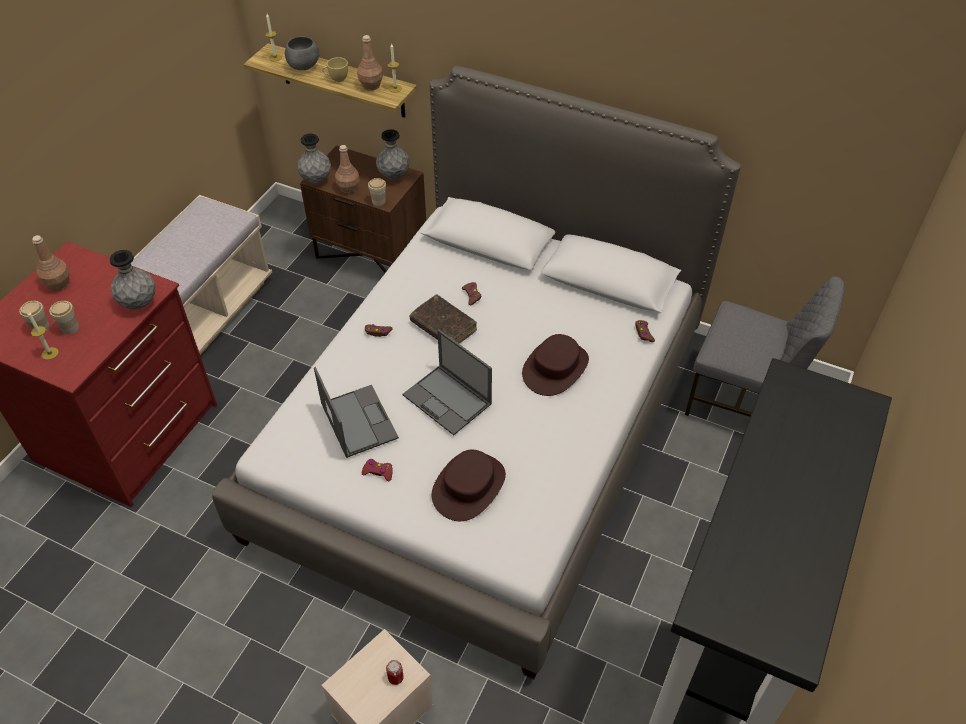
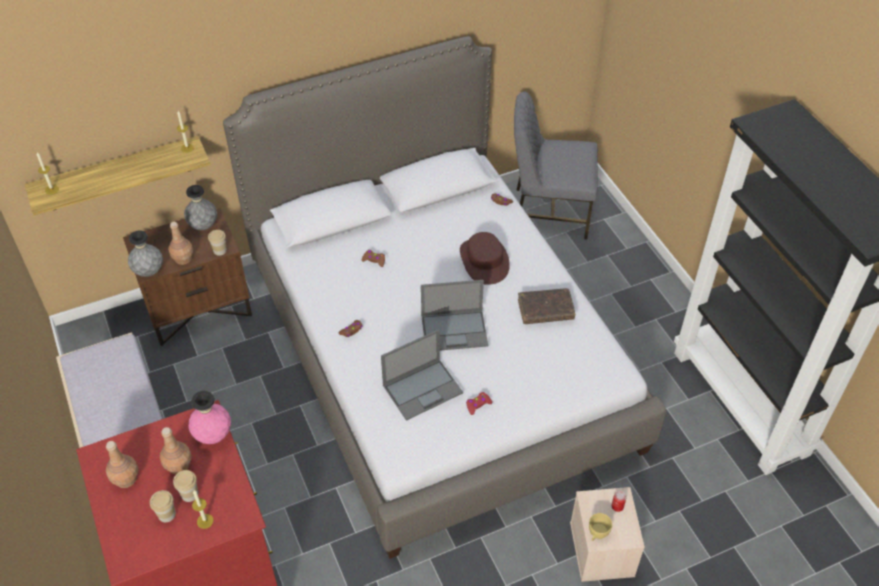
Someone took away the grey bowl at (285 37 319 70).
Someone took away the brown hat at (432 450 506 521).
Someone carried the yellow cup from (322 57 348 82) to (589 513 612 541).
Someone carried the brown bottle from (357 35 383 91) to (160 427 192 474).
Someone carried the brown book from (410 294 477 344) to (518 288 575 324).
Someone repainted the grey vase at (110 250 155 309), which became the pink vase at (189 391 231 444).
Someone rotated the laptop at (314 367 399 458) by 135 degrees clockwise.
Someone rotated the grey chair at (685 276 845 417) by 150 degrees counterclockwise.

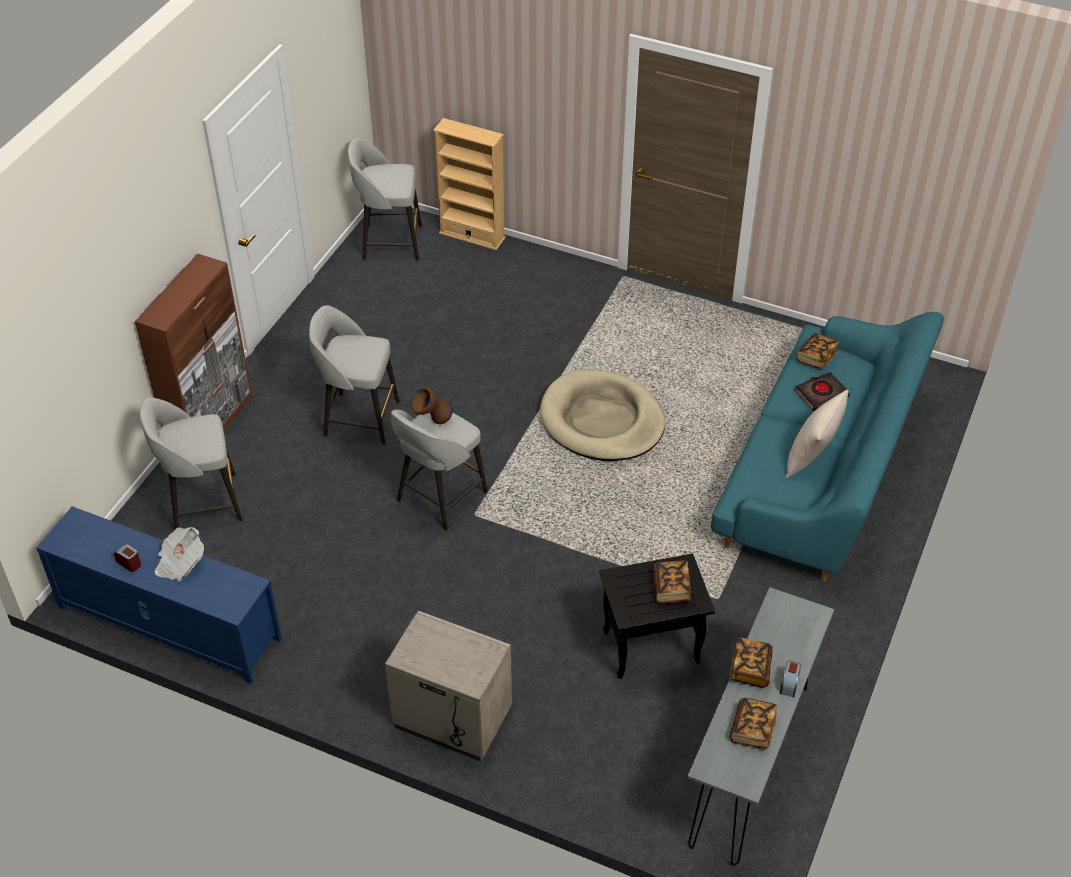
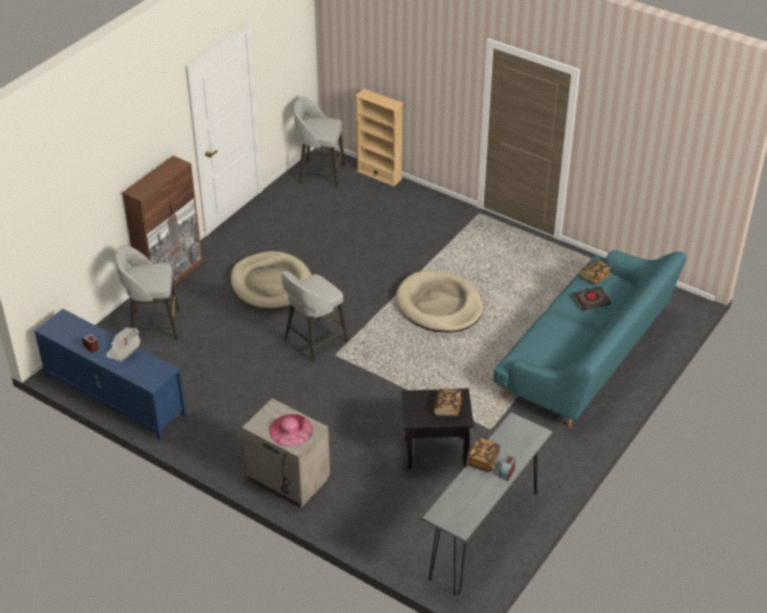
Someone took away the brown vase at (412 388 453 424).
Someone took away the book at (730 698 777 749).
Someone took away the beige pillow at (786 390 849 478).
Someone put down the pink hat at (269 414 313 447).
Someone swapped the grey stool at (309 305 400 445) for the beige dog bed at (231 251 312 310).

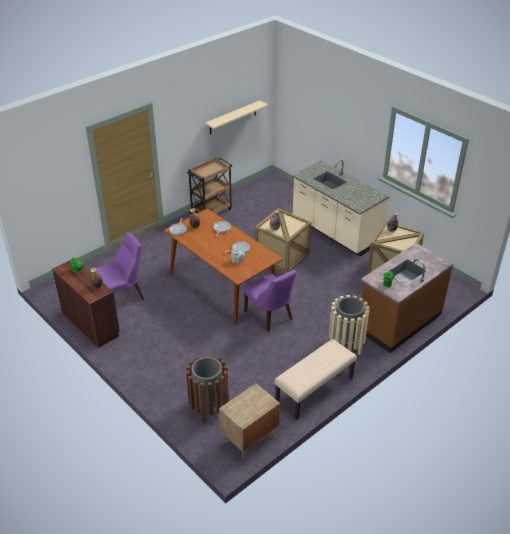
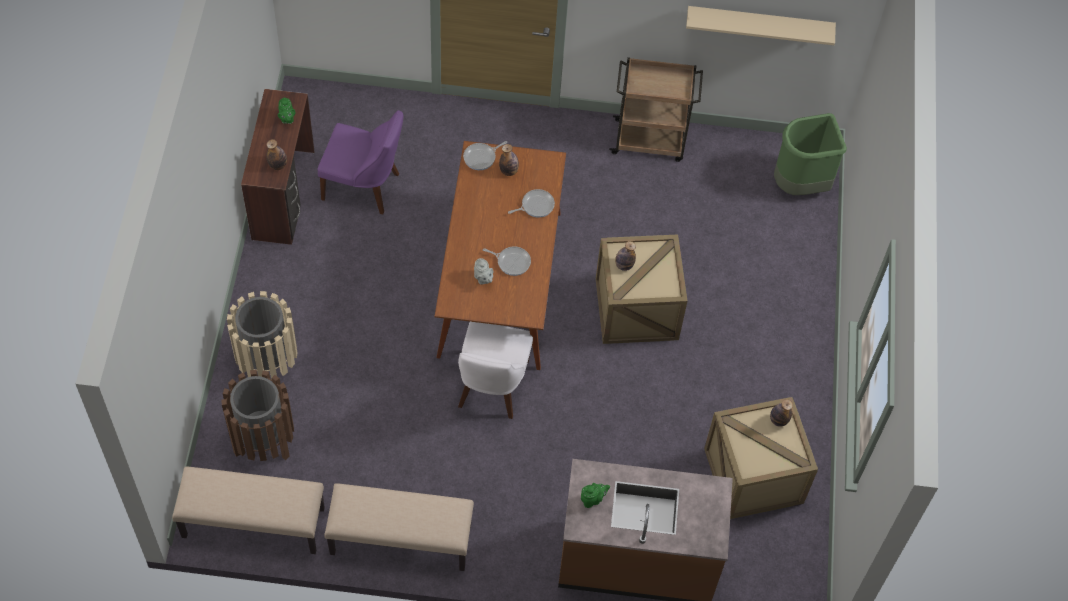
Someone took away the beige counter at (292 160 389 256).
Someone put down the green trash can at (774 113 847 195).
Someone carried the beige trash can from (329 295 370 355) to (227 291 297 379).
Someone swapped the brown nightstand at (219 383 280 461) for the beige bench at (172 466 325 554).
Someone repainted the purple chair at (243 270 296 332), which became the white chair at (458 322 533 419).

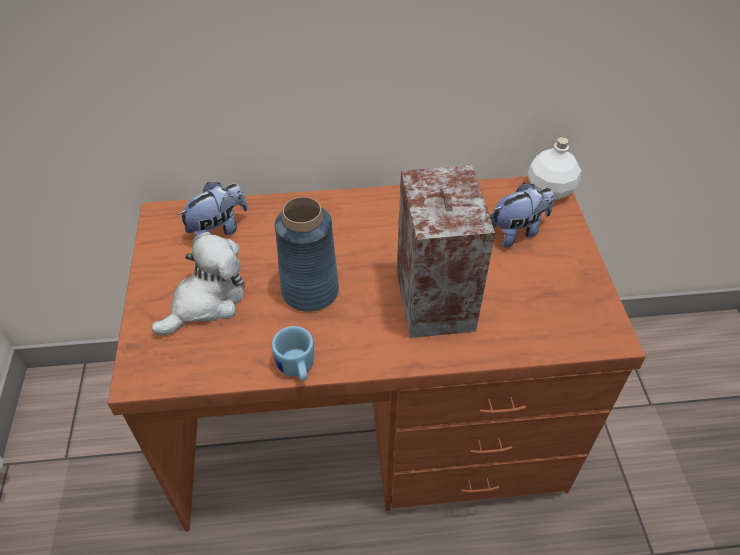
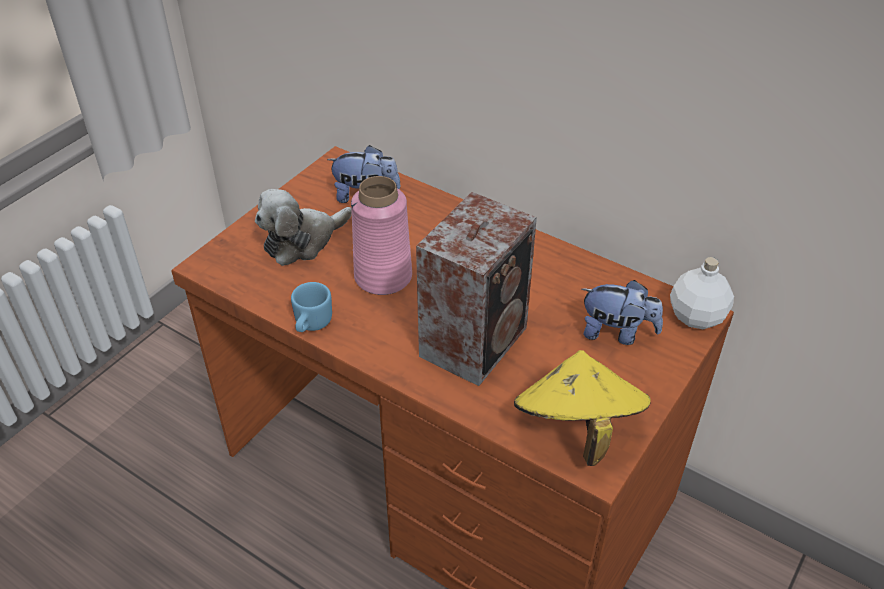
Someone put down the yellow hat at (514 350 651 466).
Someone repainted the blue vase at (275 197 339 312), which became the pink vase at (351 176 412 295).
Someone rotated the plush toy at (152 232 245 335) by 150 degrees clockwise.

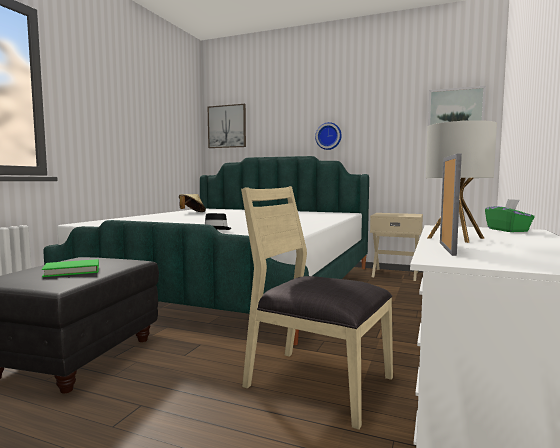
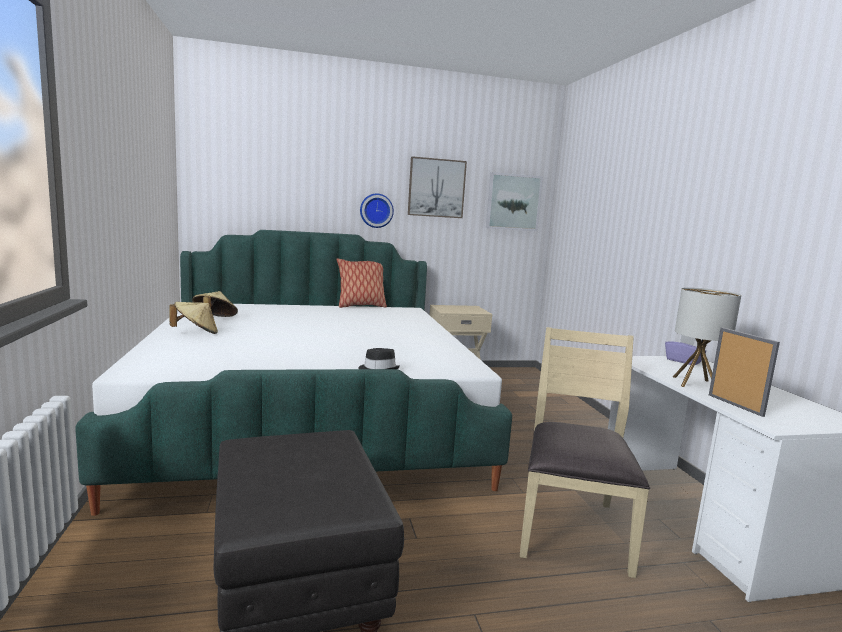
Someone took away the green book at (42 259 99 277).
Someone put down the beige hat at (169 302 218 334).
Someone put down the pillow at (337 258 387 308).
Someone carried the picture from (208 104 246 148) to (408 156 467 218).
Someone repainted the green tissue box at (485 199 534 232), which became the purple tissue box at (665 335 706 365).
Someone rotated the beige chair at (241 186 393 430) by 105 degrees clockwise.

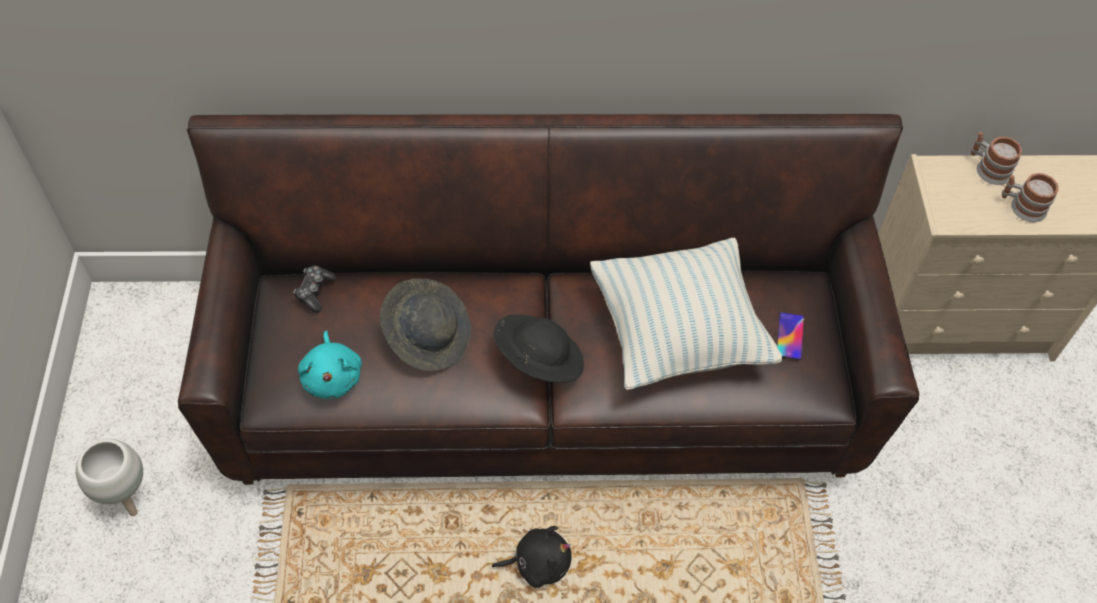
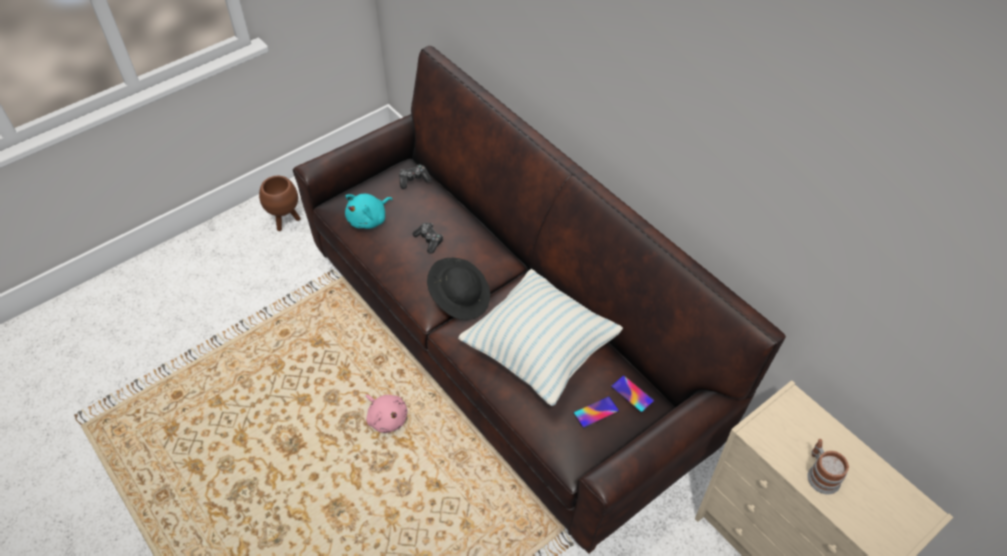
Someone took away the mug at (971 132 1022 185).
Someone put down the phone at (611 375 654 412).
Someone swapped the grey hat at (380 278 471 371) for the game controller at (413 223 443 254).
Someone repainted the white planter at (76 439 143 516), which became the brown planter at (259 176 300 231).
Someone repainted the black plush toy at (492 526 571 588), which became the pink plush toy at (366 394 408 433).

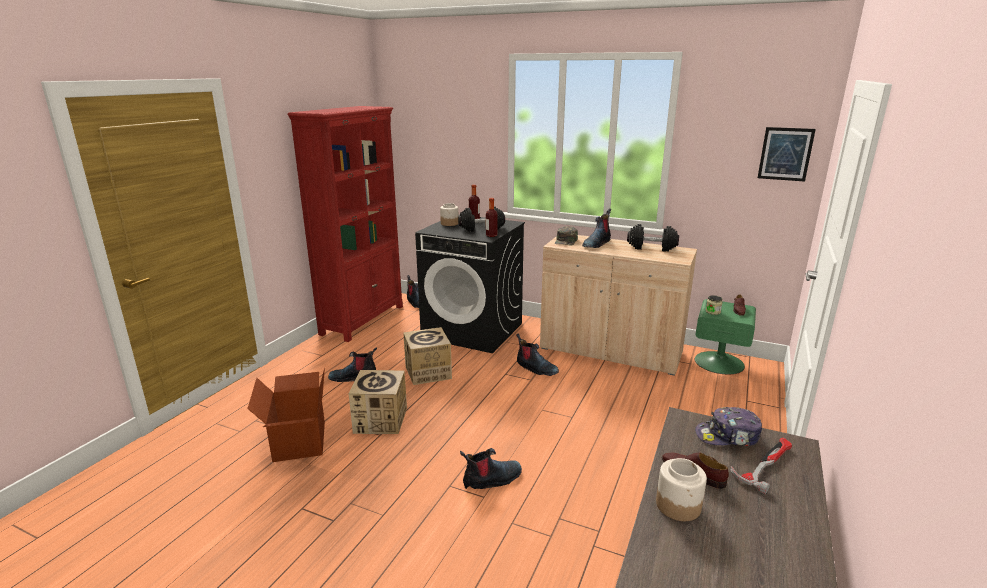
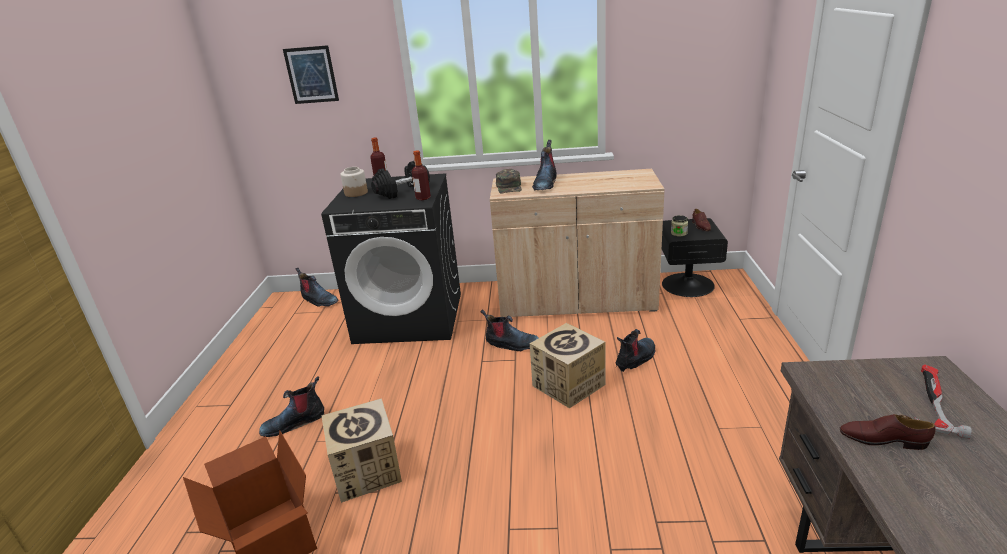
Someone took away the red bookcase at (288 106 403 342).
Someone took away the black dumbbell at (627 224 679 252).
Someone took away the jar at (656 458 707 521).
Someone took away the cap at (695 407 762 446).
Someone carried the cardboard box from (403 327 452 385) to (530 323 605 408).
Someone carried the boot from (460 448 522 489) to (616 329 656 372).
Someone carried the picture from (758 127 816 182) to (283 45 339 104).
Someone repainted the green nightstand at (695 299 756 374), which became the black nightstand at (662 218 728 297).

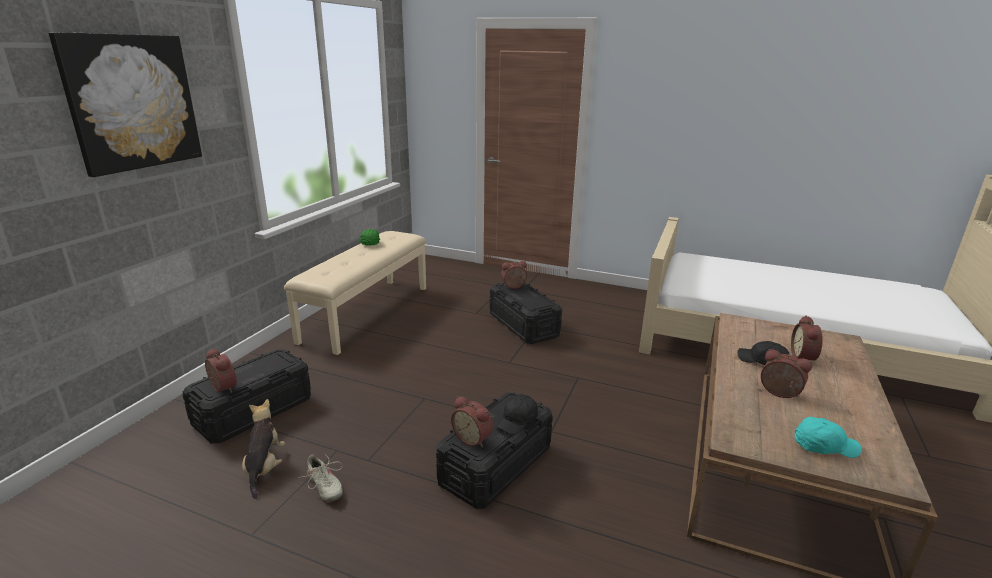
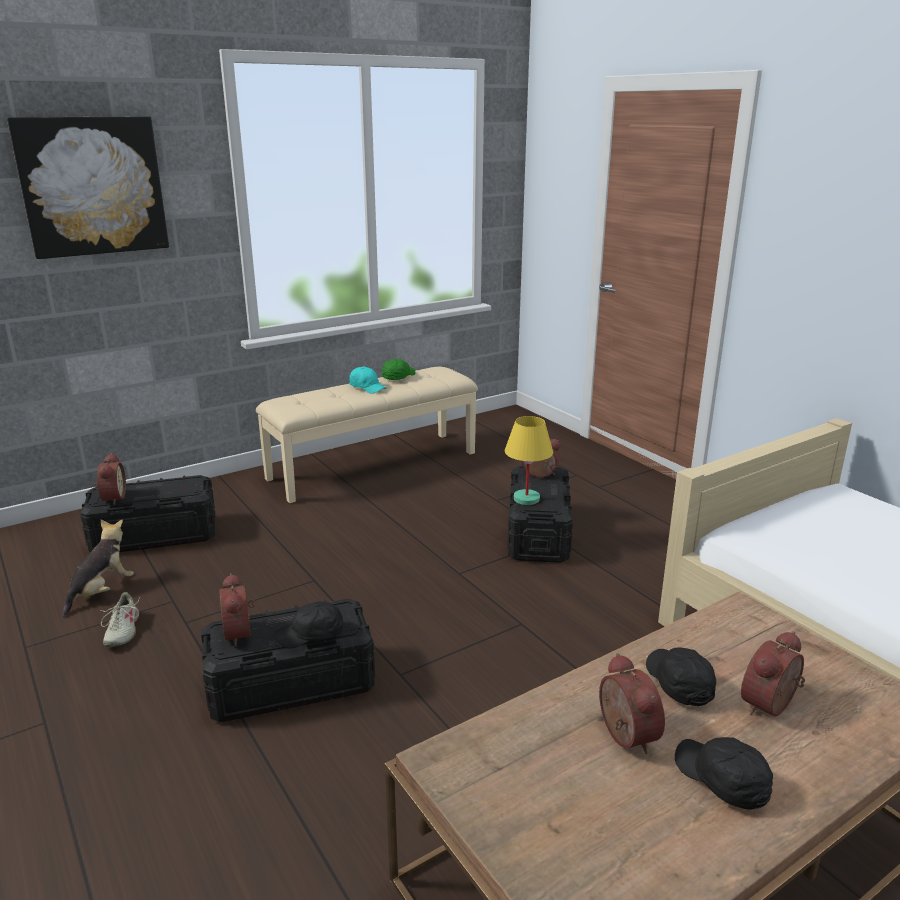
Someone put down the yellow table lamp at (505 416 553 505).
Someone put down the black cap at (675 737 773 810).
Someone carried the turquoise cap from (795 417 862 458) to (350 367 387 394).

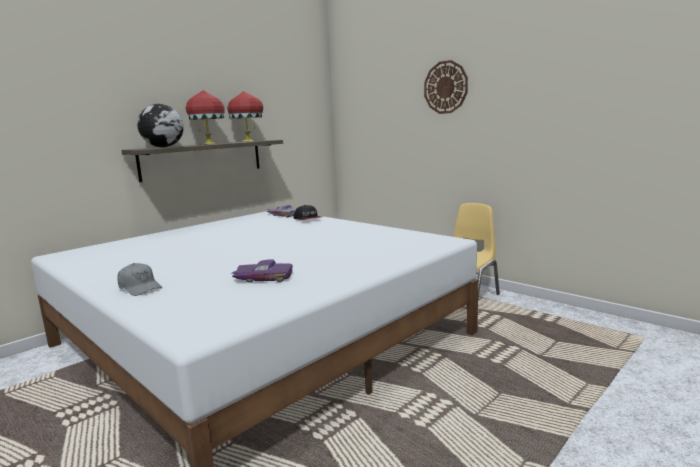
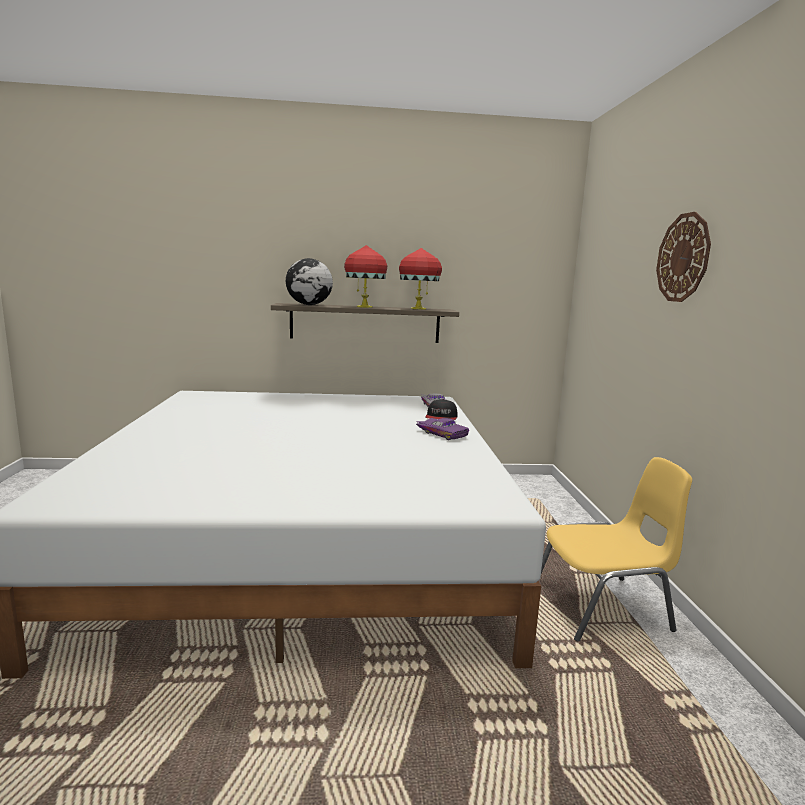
Someone took away the grey cap at (118 263 162 296).
Someone carried the purple toy car from (231 259 293 283) to (416 418 469 440).

